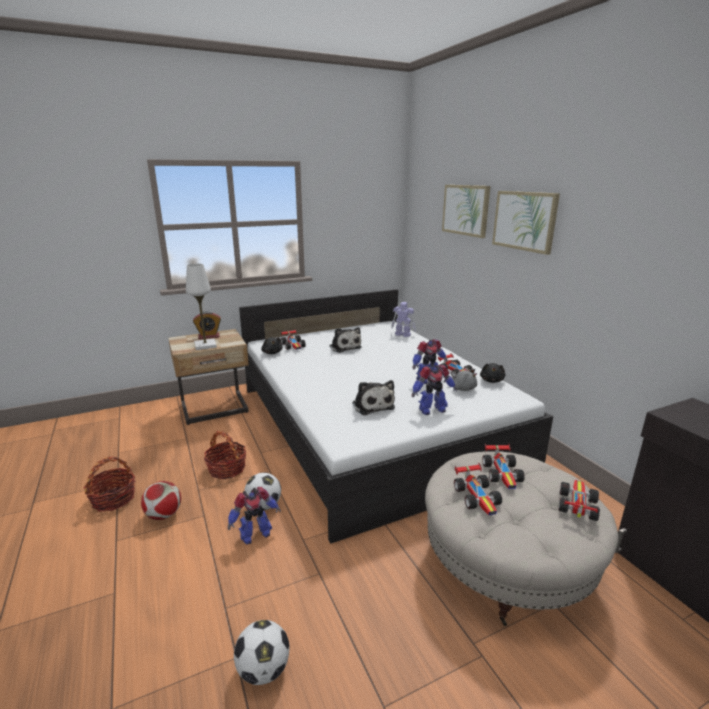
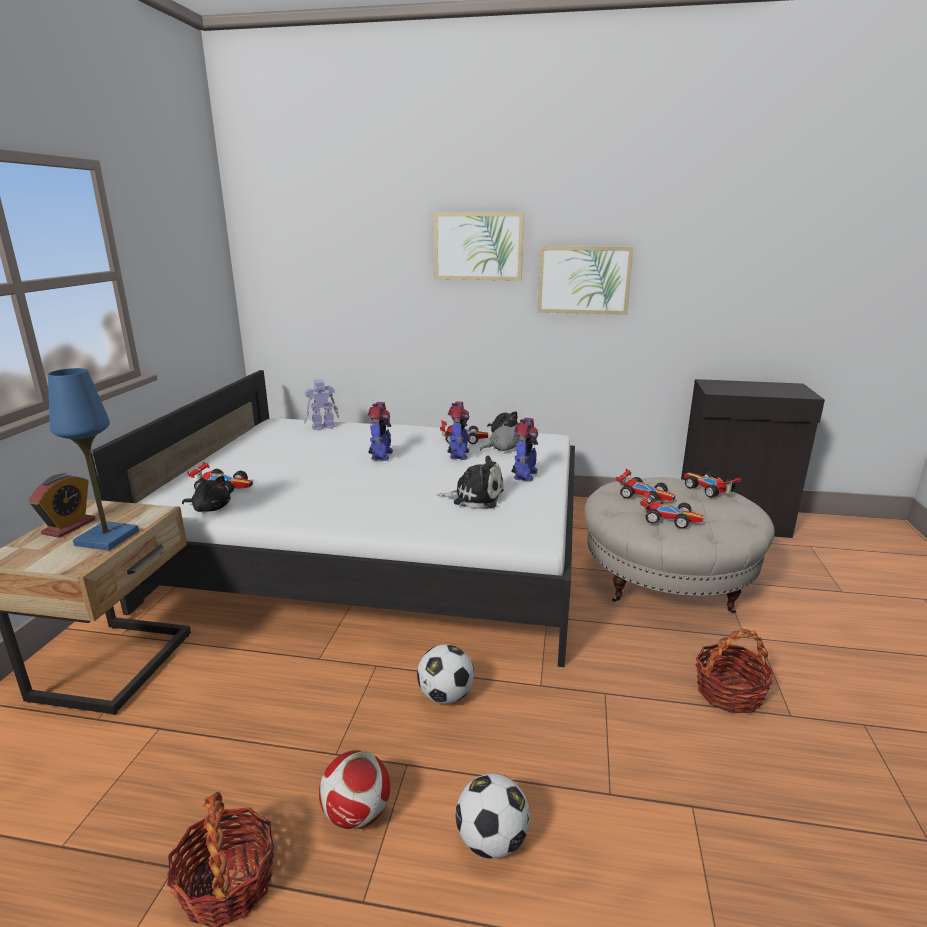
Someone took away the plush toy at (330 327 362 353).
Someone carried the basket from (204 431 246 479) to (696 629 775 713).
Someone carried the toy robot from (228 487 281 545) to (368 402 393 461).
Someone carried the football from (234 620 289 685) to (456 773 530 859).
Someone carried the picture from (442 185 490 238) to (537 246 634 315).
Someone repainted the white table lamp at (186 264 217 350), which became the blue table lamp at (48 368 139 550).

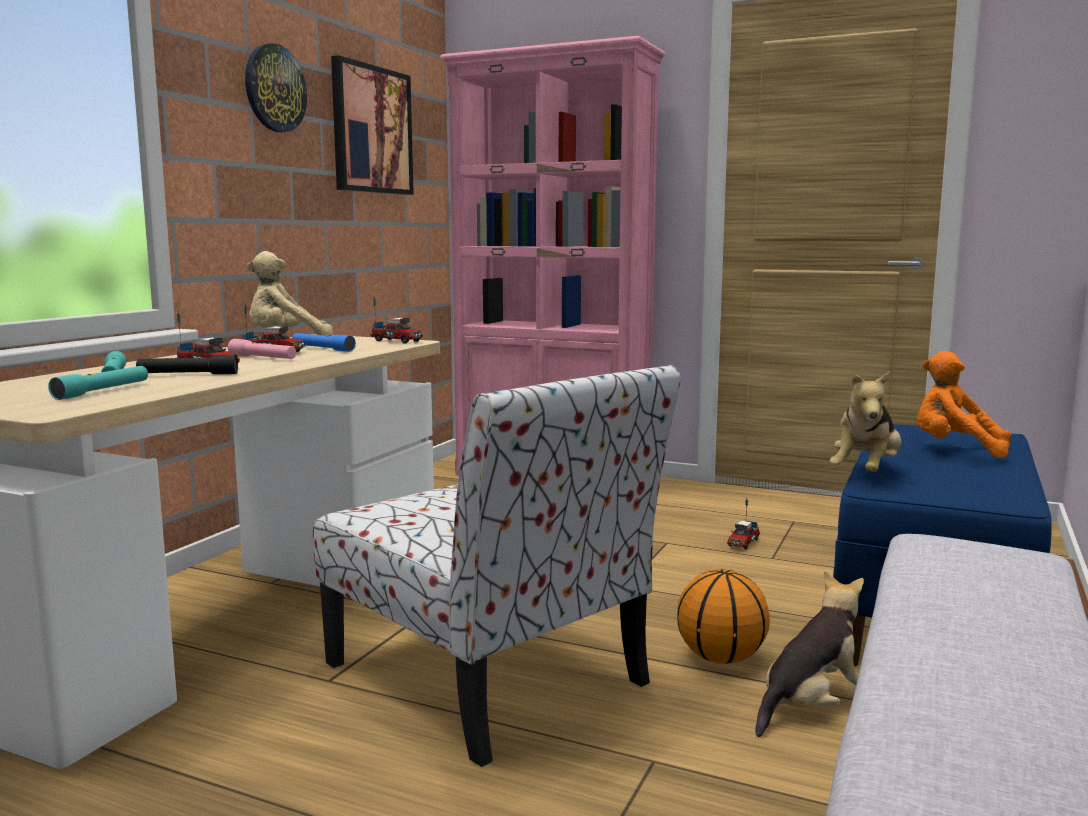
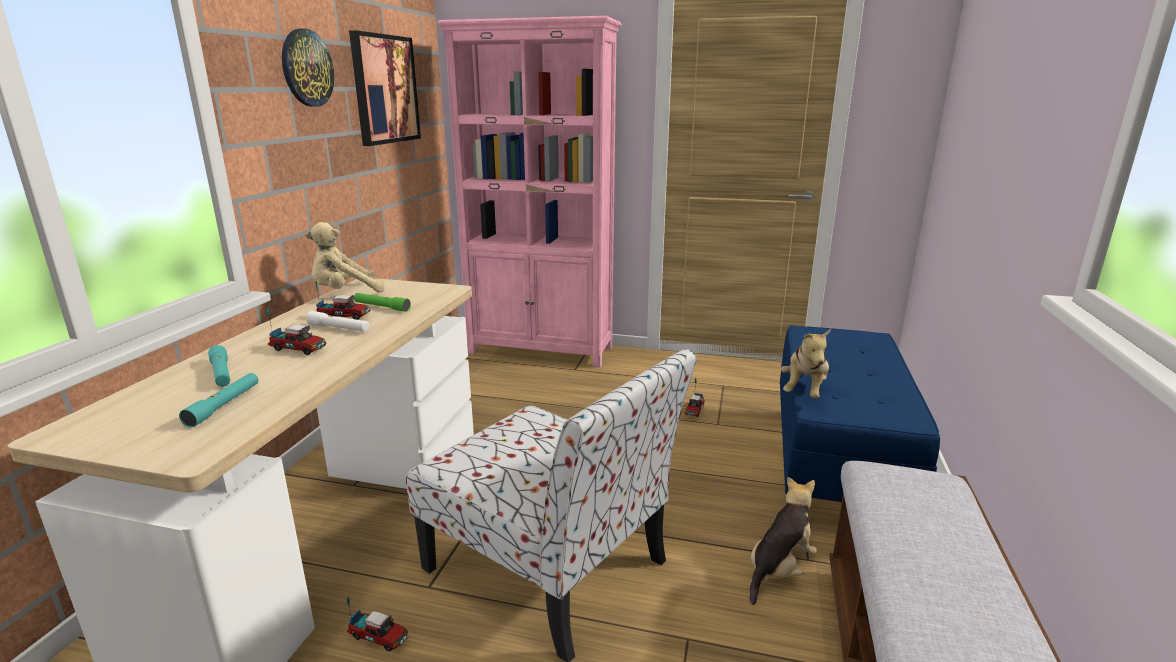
Someone took away the black flashlight at (136 355 238 374).
Someone took away the basketball at (677 569 770 664).
Someone took away the orange plush toy at (917 351 1011 458).
Someone carried the toy truck from (370 296 423 344) to (347 596 408 651).
Someone repainted the pink flashlight at (228 339 296 359), which became the white flashlight at (306 311 369 332).
Someone repainted the blue flashlight at (292 333 356 352), which became the green flashlight at (354 293 411 312).

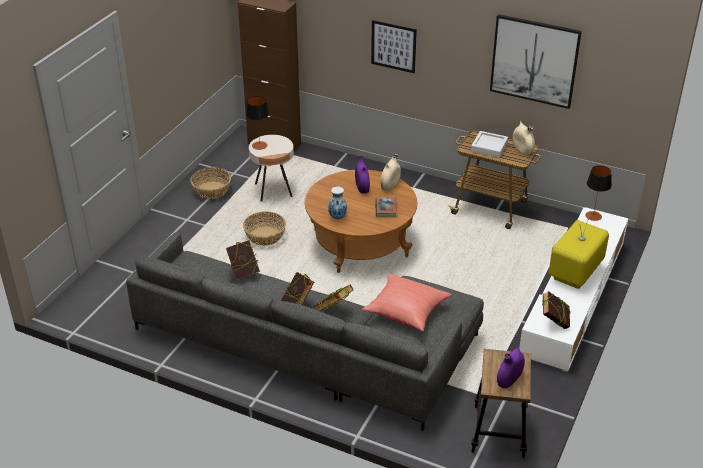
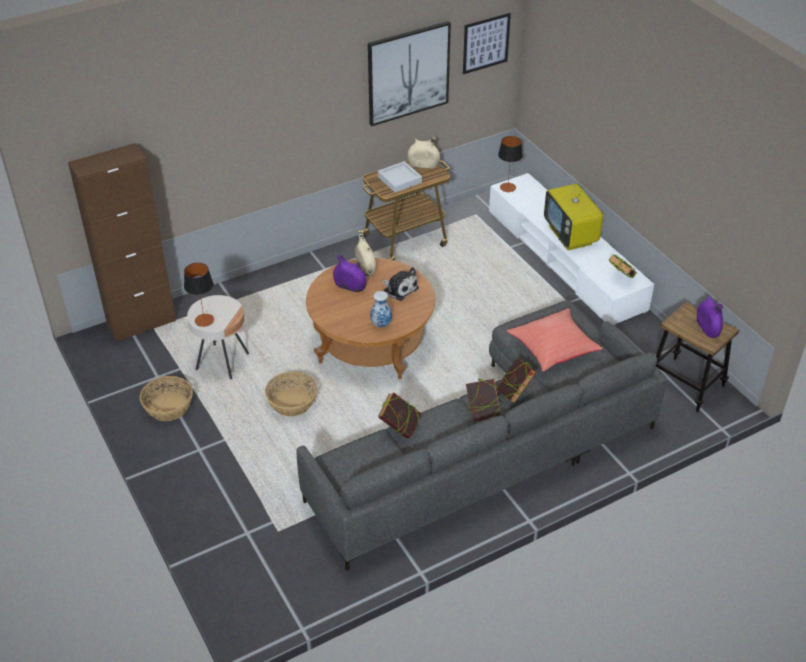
Someone carried the picture from (371 20 417 73) to (463 13 511 74).
Someone swapped the book at (375 197 397 217) for the plush toy at (381 267 419 301).

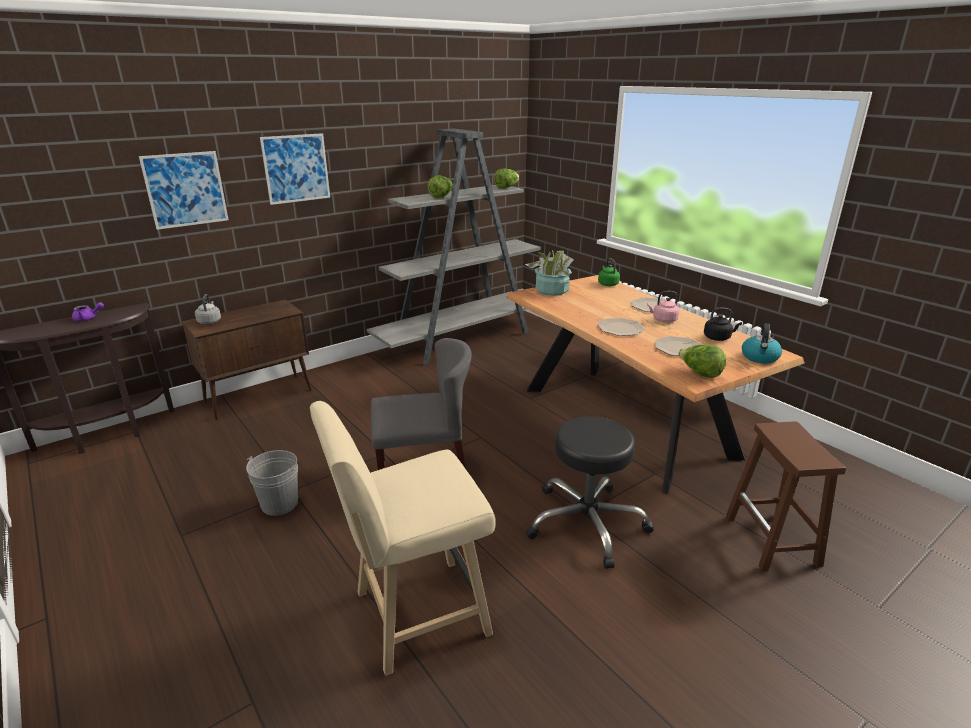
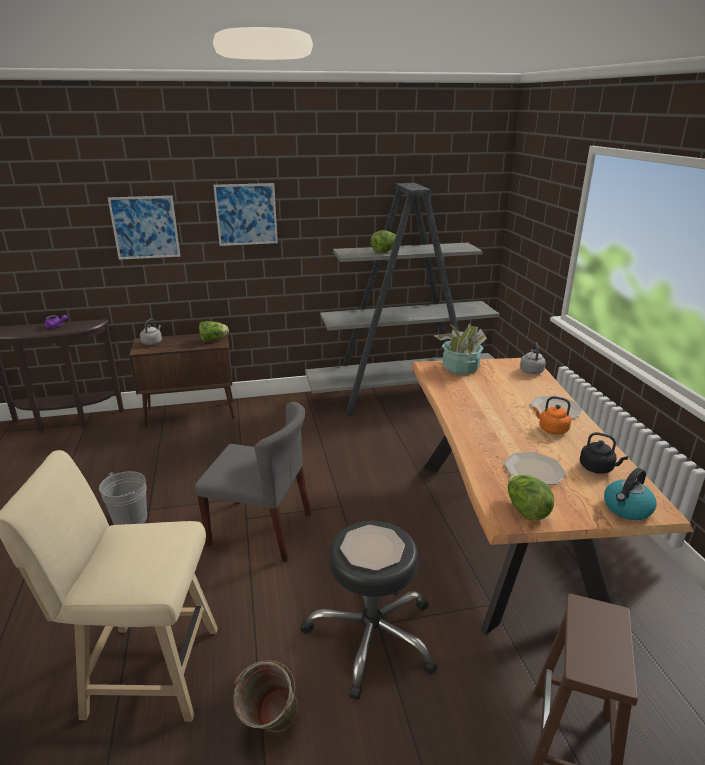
Someone put down the green bucket at (233 660 298 732).
Someone carried the lettuce from (494 168 519 189) to (199 321 229 342).
Someone carried the plate from (597 318 645 336) to (340 525 405 571).
Someone repainted the green kettle at (598 258 620 286), which became the grey kettle at (520 342 546 374).
Someone repainted the pink kettle at (647 291 680 323), which became the orange kettle at (533 396 571 435).

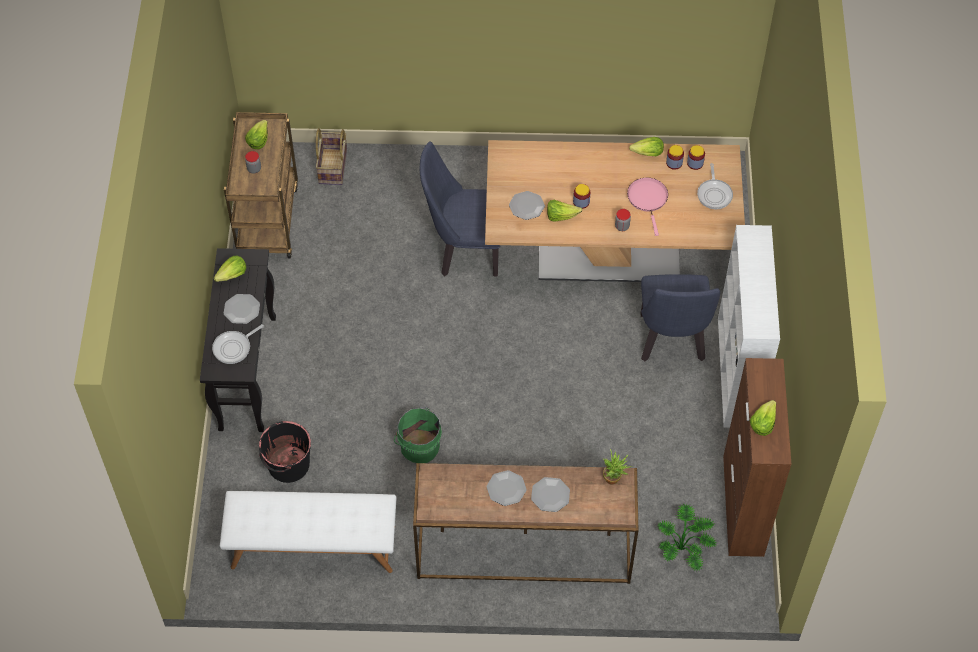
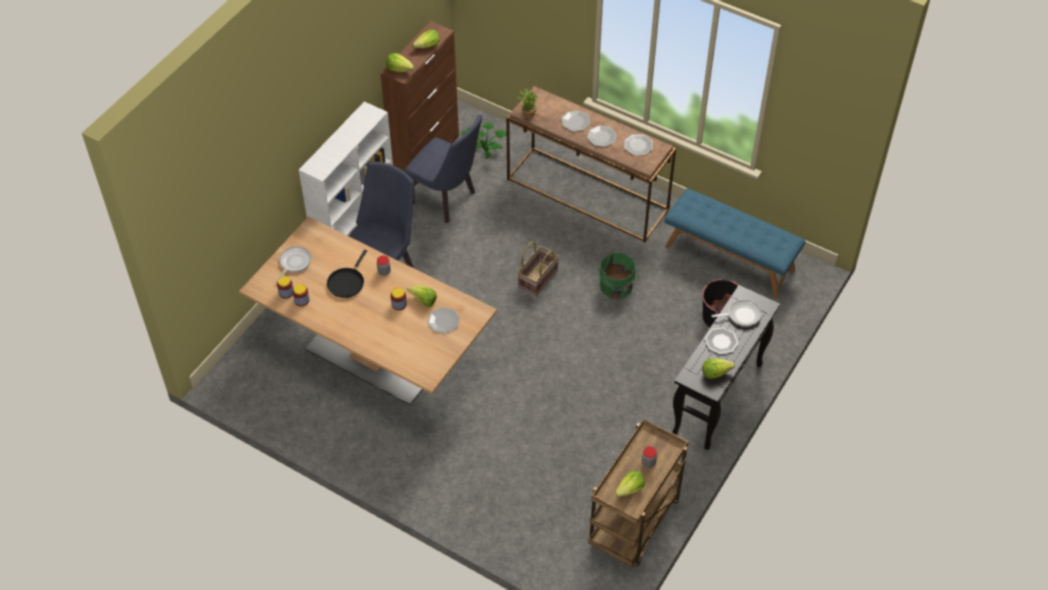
Someone put down the plate at (624 134 653 155).
Someone carried the basket from (316 128 347 185) to (517 241 559 296).
Someone carried the blue chair from (420 141 501 277) to (405 114 482 223).
Someone carried the lettuce from (629 137 664 156) to (386 53 414 72).
Someone repainted the white bench at (220 491 397 573), which became the blue bench at (665 188 805 298).
Someone repainted the pink frying pan at (627 178 668 236), which became the black frying pan at (327 250 367 298).

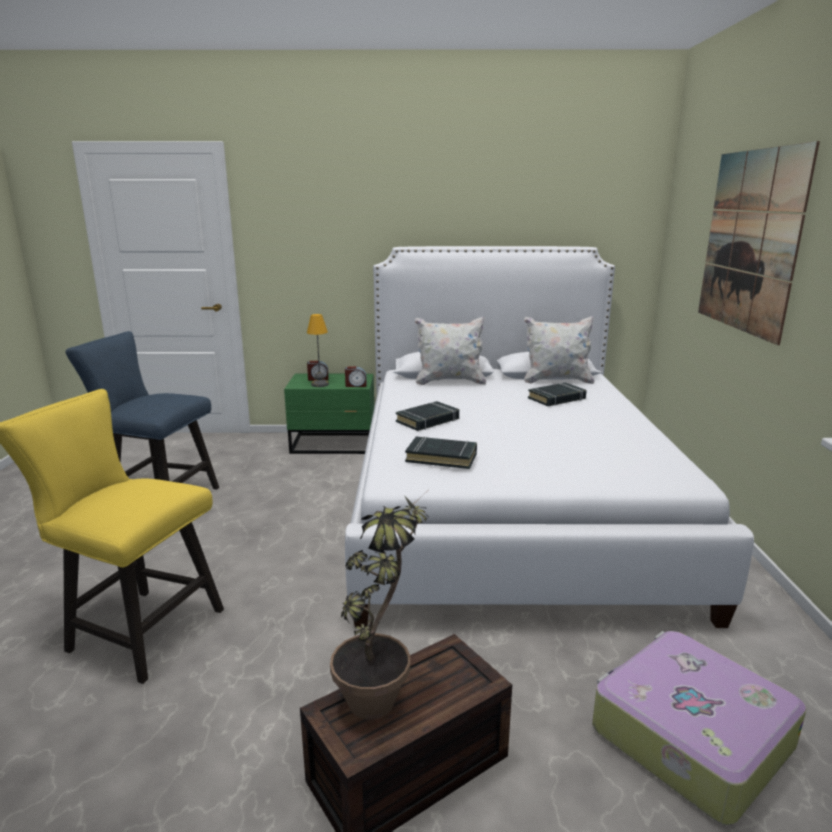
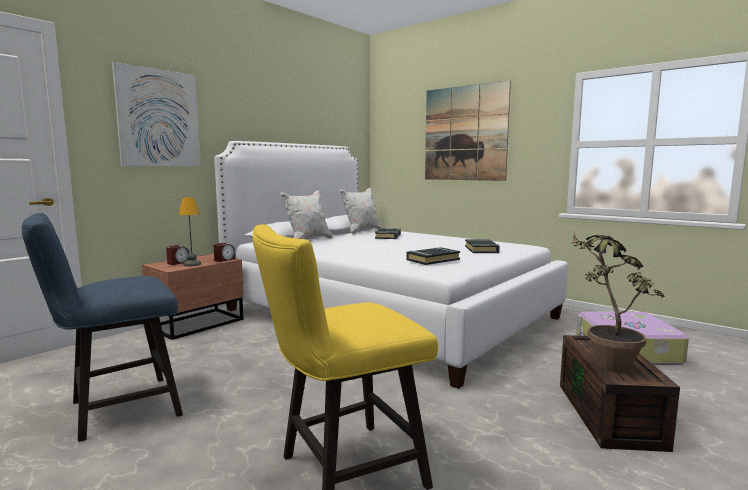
Someone put up the picture at (112 62 201 166).
Someone carried the black book from (396 401 459 431) to (465 239 500 253).
Someone repainted the green nightstand at (284 374 374 454), which became the brown nightstand at (142 254 244 340).

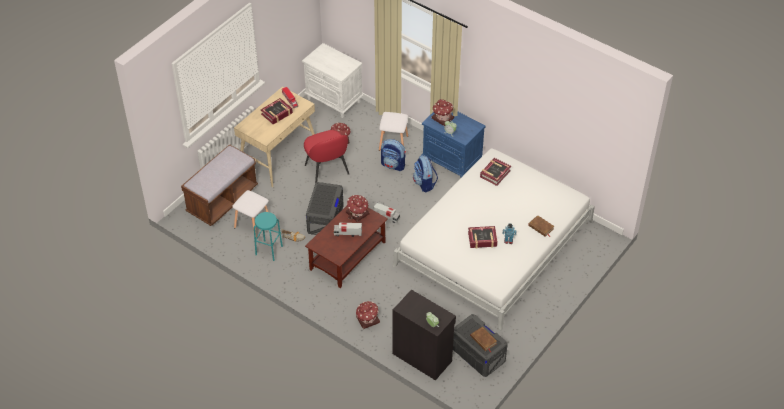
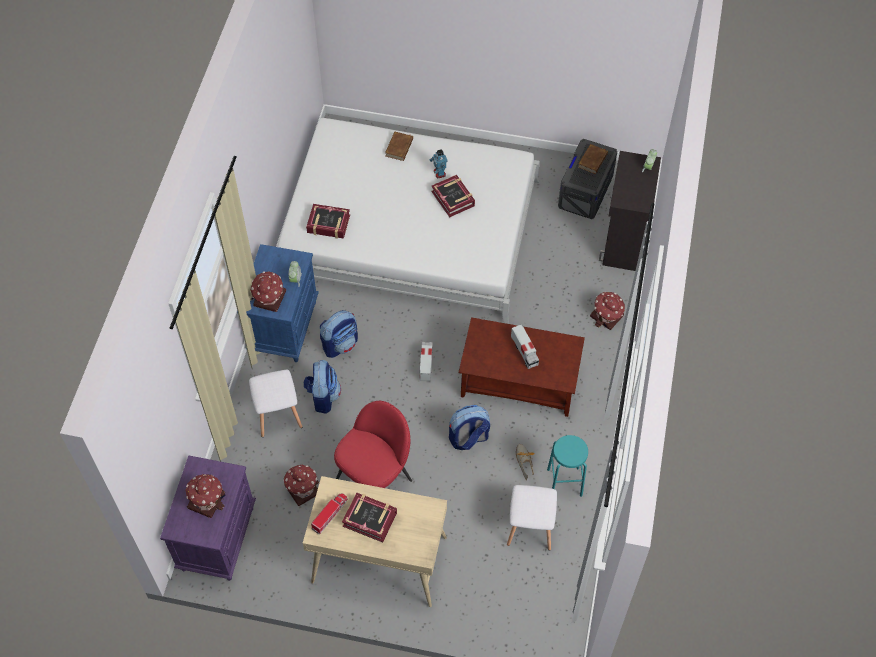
Someone took away the brown bench at (181 144 258 226).
Someone carried the toy house from (346 195 370 222) to (185 474 226 518).
Someone swapped the grey storage box at (306 182 344 235) for the backpack at (449 405 490 450).
Someone repainted the white nightstand at (302 43 363 118), which became the purple nightstand at (160 456 256 581).

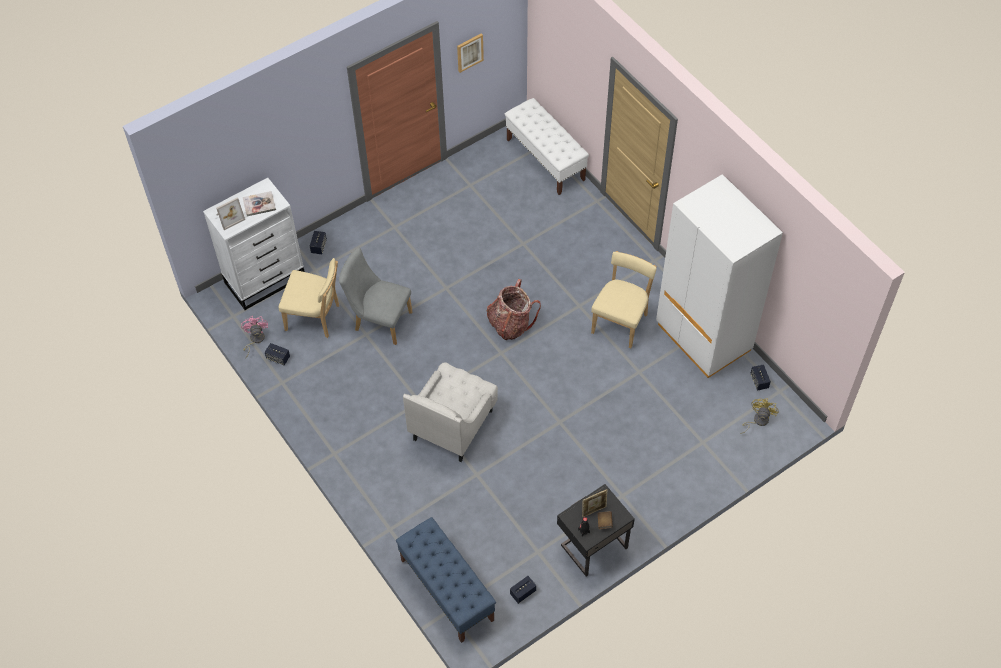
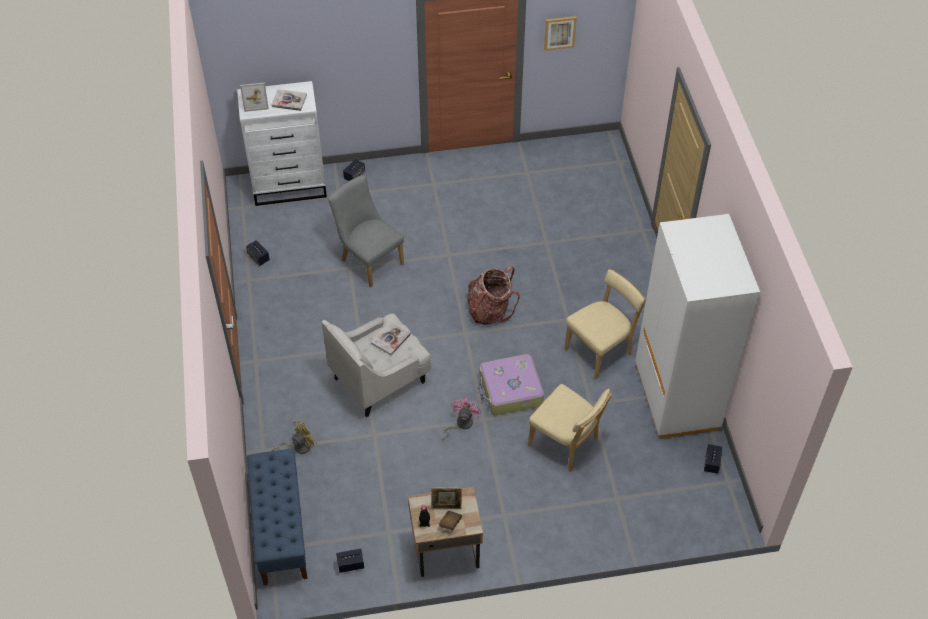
Someone took away the white bench at (505 98 589 195).
Someone put down the book at (371 321 411 355).
Someone put down the suitcase at (479 354 544 415).
Someone carried the pink fan from (241 316 268 358) to (443 398 481 440).
Someone carried the beige chair from (279 258 339 338) to (528 384 612 472).
Someone carried the yellow fan from (741 398 779 434) to (272 421 317 454).
Someone repainted the black nightstand at (557 484 635 576), which became the beige nightstand at (408 487 483 577).

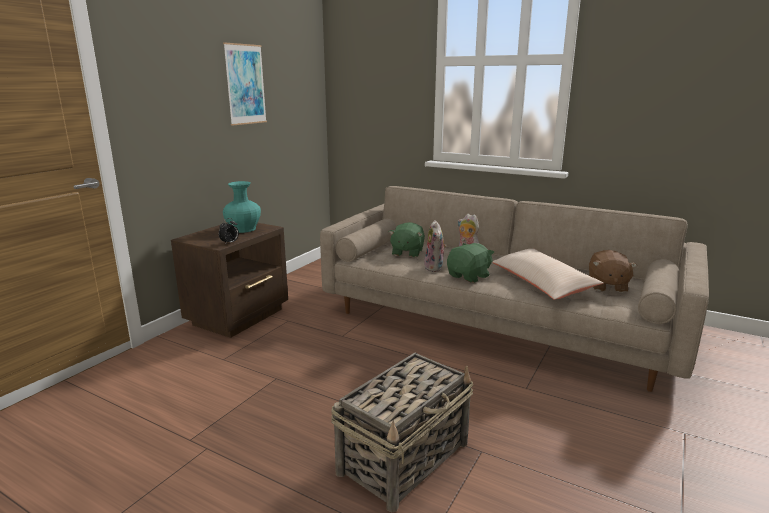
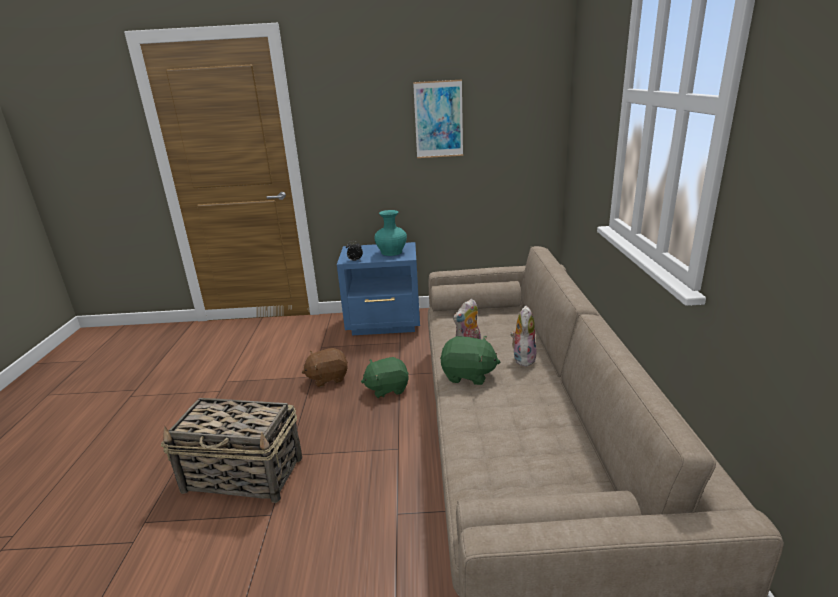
Someone took away the beige pillow at (492 249 603 300).
Someone carried the green plush toy from (389 222 425 258) to (361 357 409 398).
Someone carried the brown plush toy from (589 250 637 293) to (302 348 348 387).
Someone repainted the brown nightstand at (171 223 288 338), which became the blue nightstand at (337 242 420 335).

